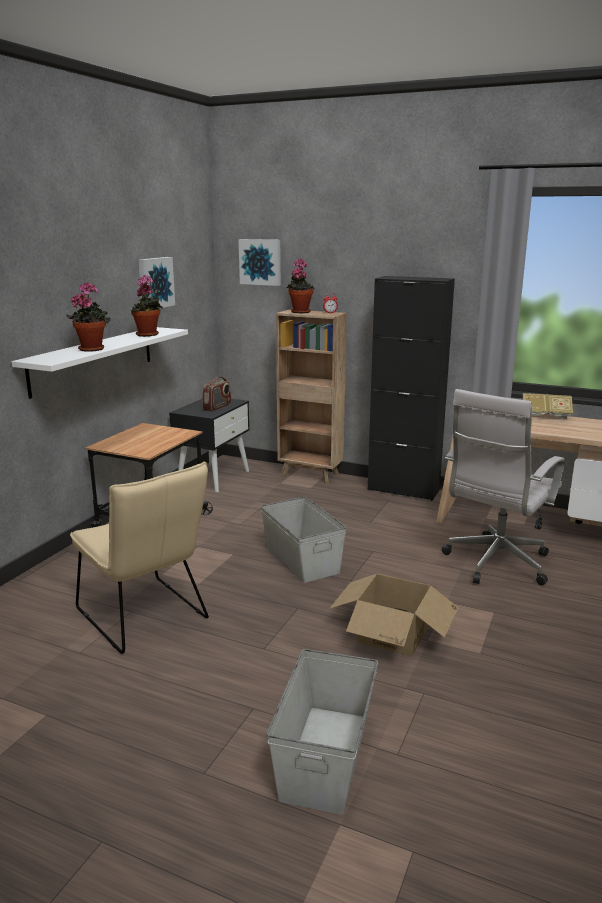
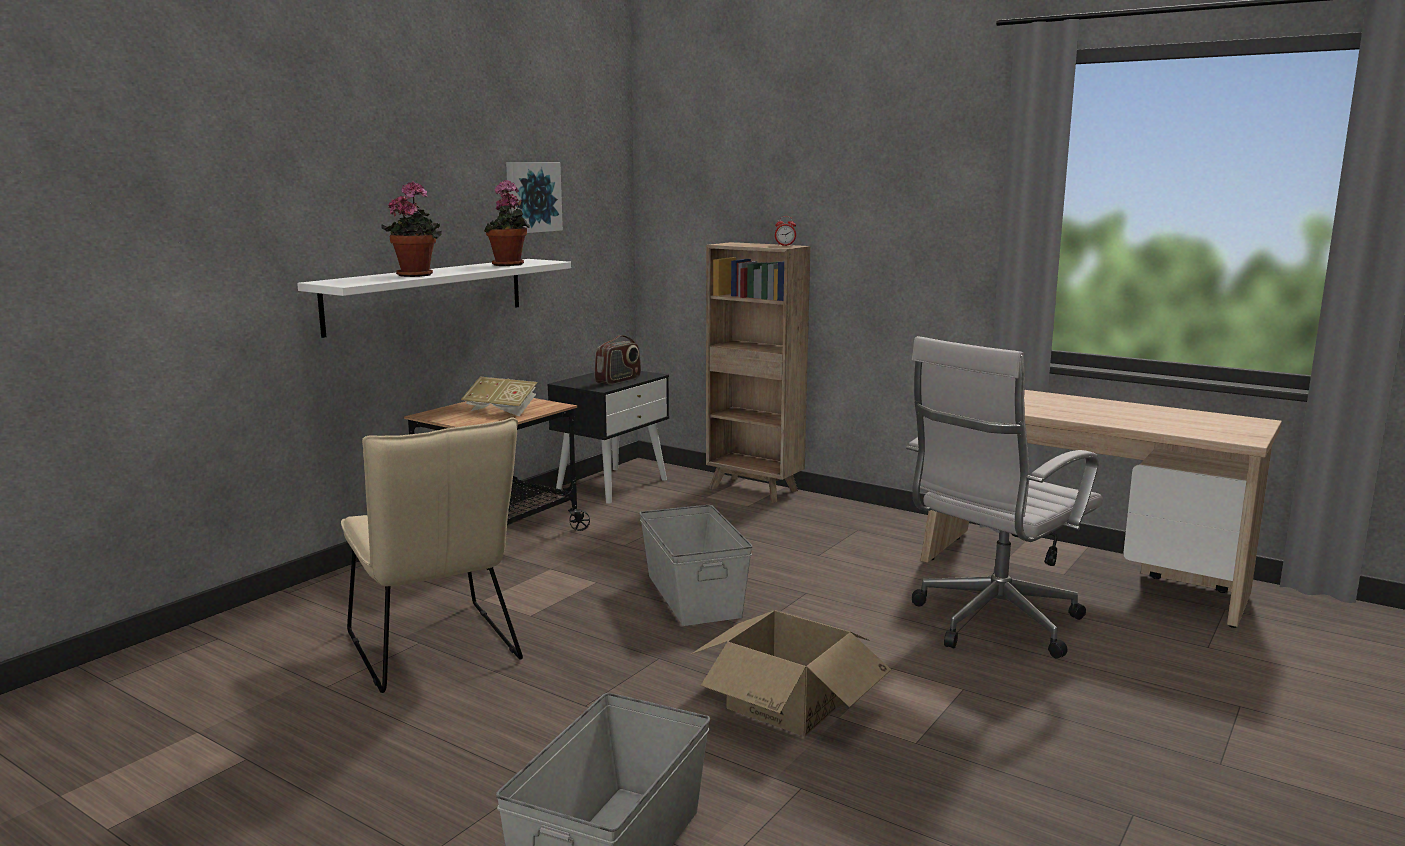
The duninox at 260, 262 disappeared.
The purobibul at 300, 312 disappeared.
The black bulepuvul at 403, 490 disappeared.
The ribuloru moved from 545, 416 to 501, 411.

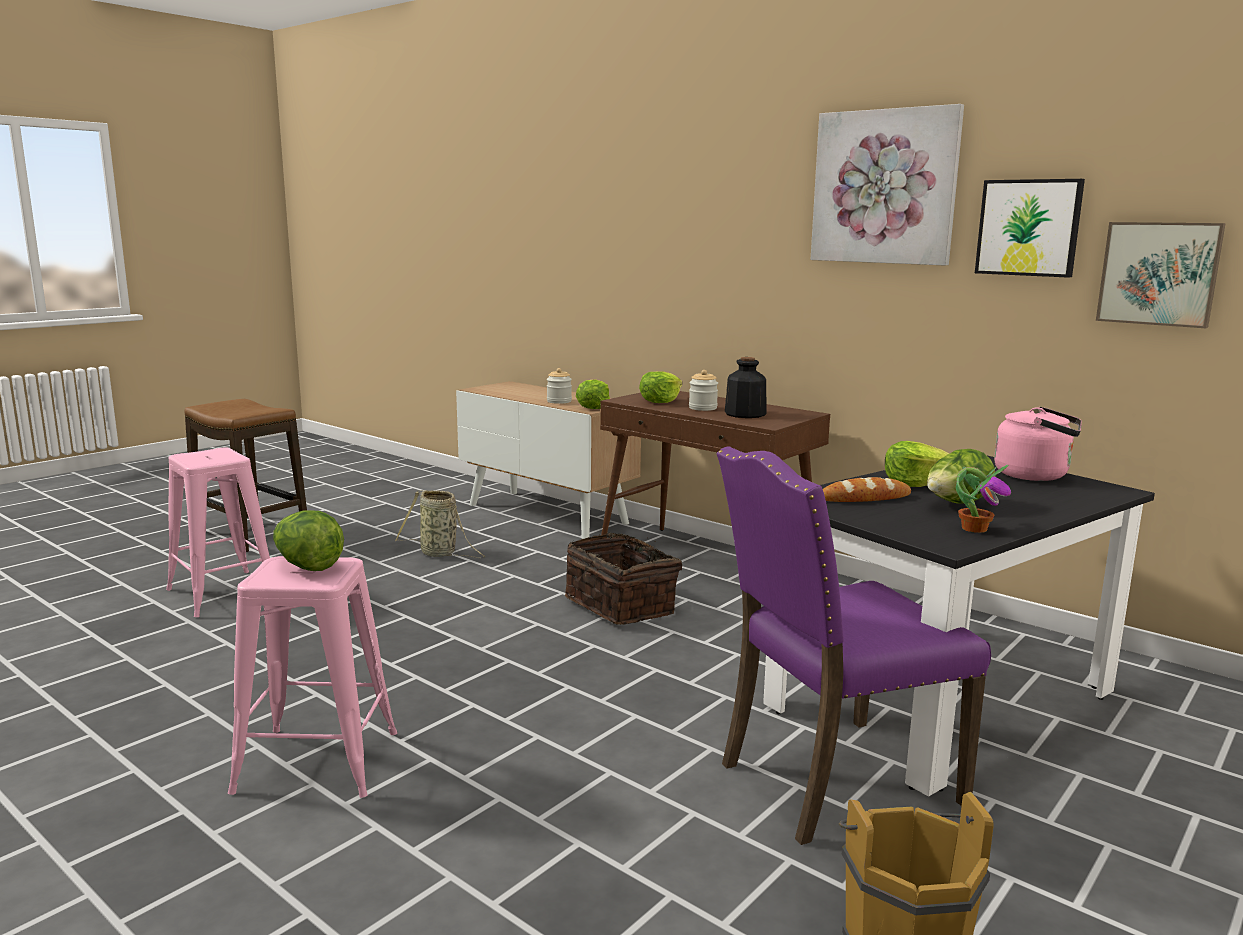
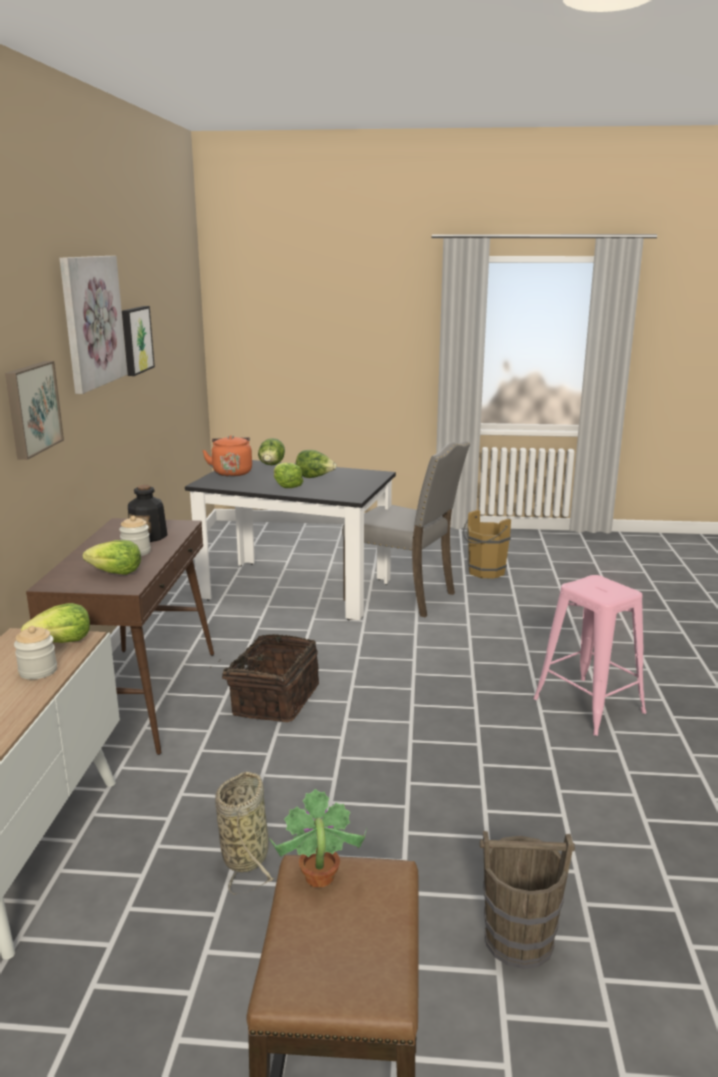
The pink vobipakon at 223, 593 was replaced by the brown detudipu at 518, 940.
The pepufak moved from 307, 566 to 271, 466.
The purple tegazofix at 833, 781 became the grey tegazofix at 403, 596.
The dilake at 864, 498 disappeared.
The purobibul moved from 974, 528 to 318, 877.
The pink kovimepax at 1036, 475 became the orange kovimepax at 232, 472.
The duninox moved from 1159, 273 to 31, 408.

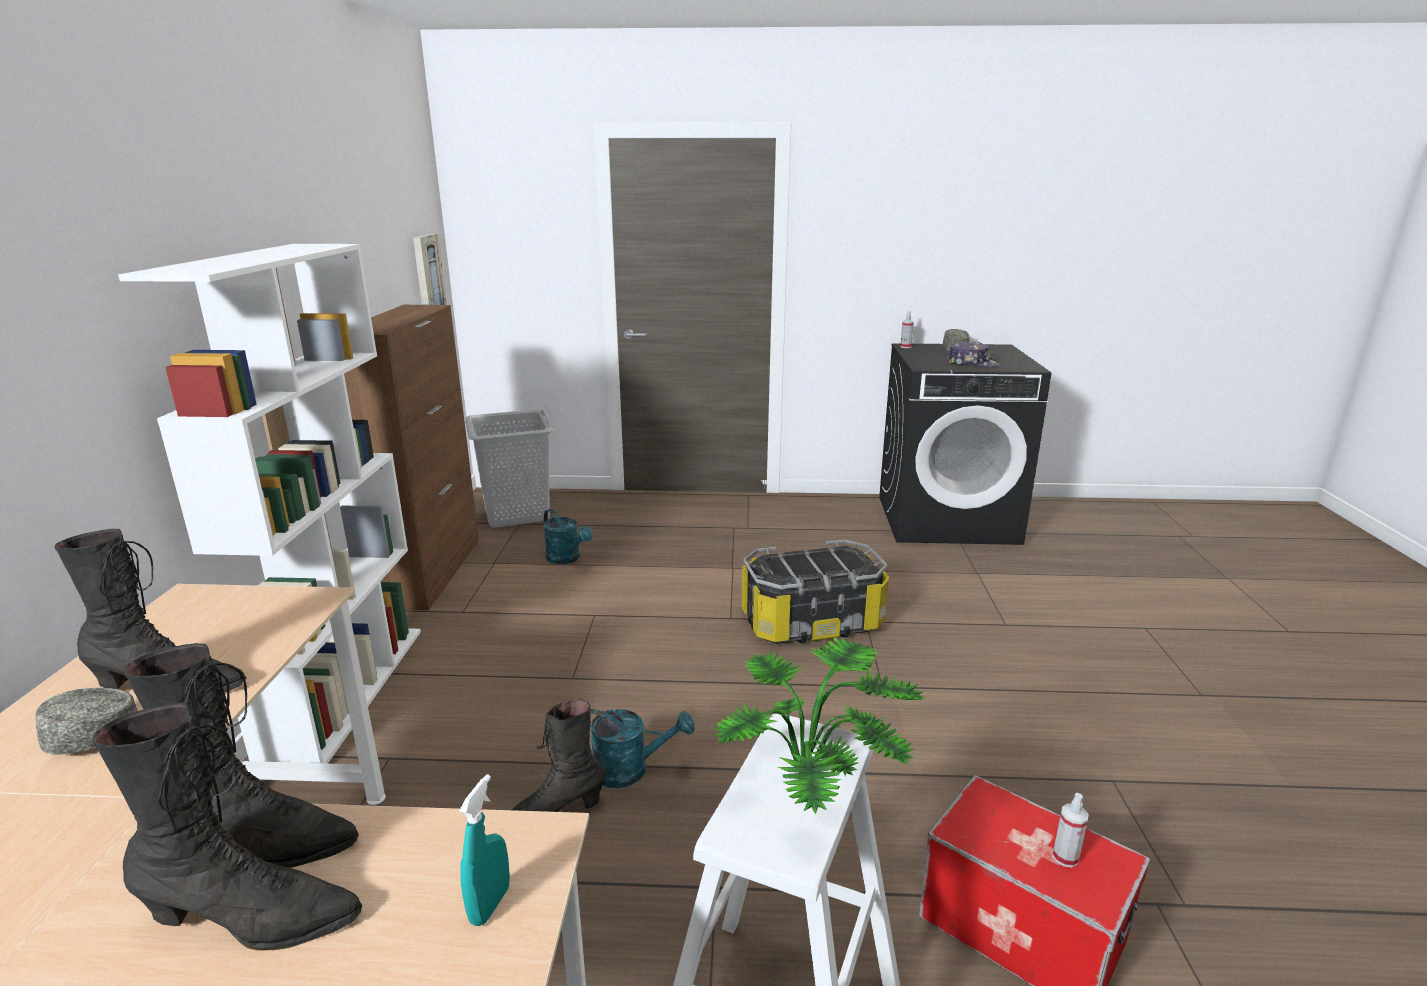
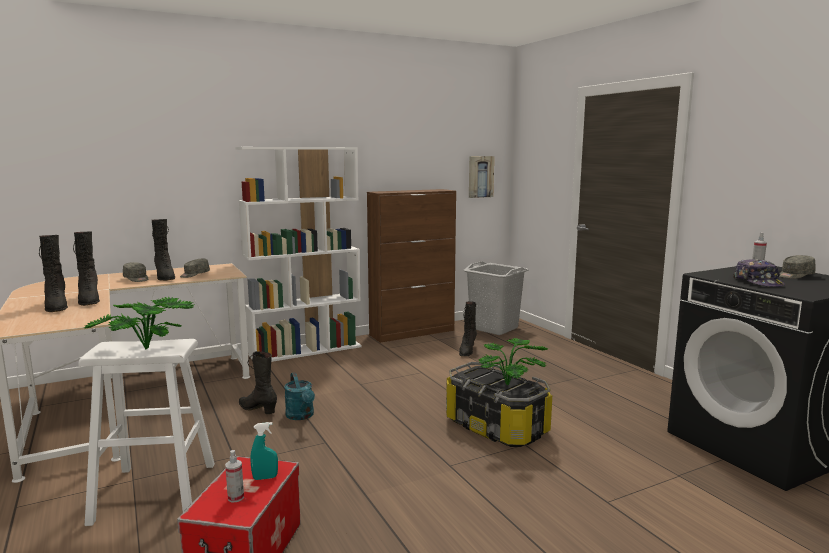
The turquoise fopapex moved from 490, 905 to 265, 478.
The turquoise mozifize at 567, 559 was replaced by the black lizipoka at 467, 351.
The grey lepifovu at 194, 275 appeared.
The purobibul at 512, 385 appeared.

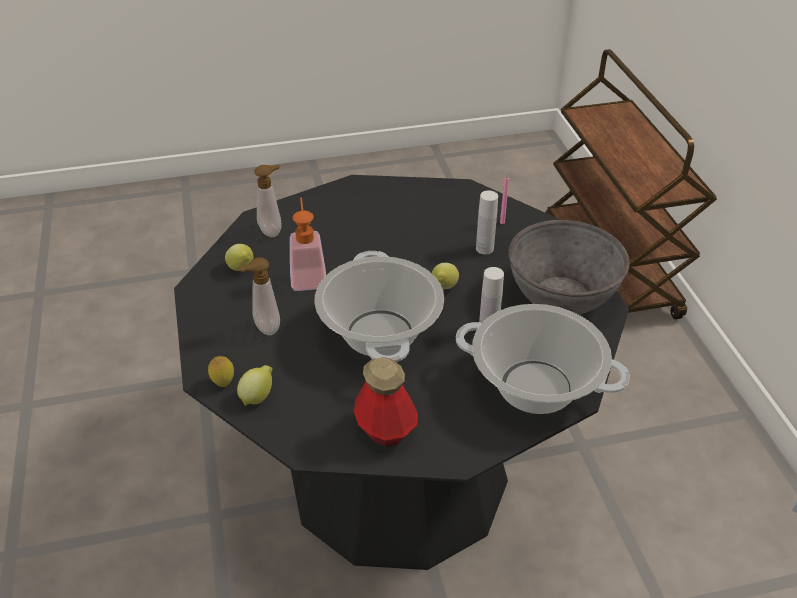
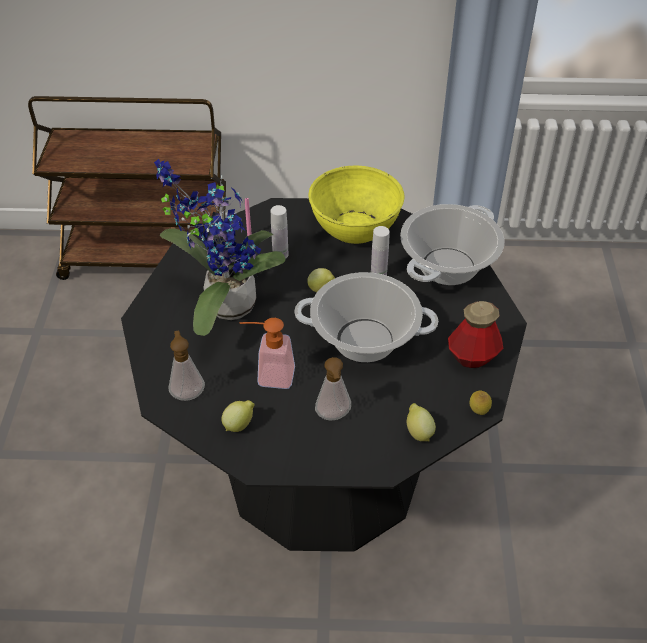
The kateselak moved from 223, 383 to 478, 412.
The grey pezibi at 562, 295 became the yellow pezibi at 355, 227.
The purobibul at 224, 304 appeared.

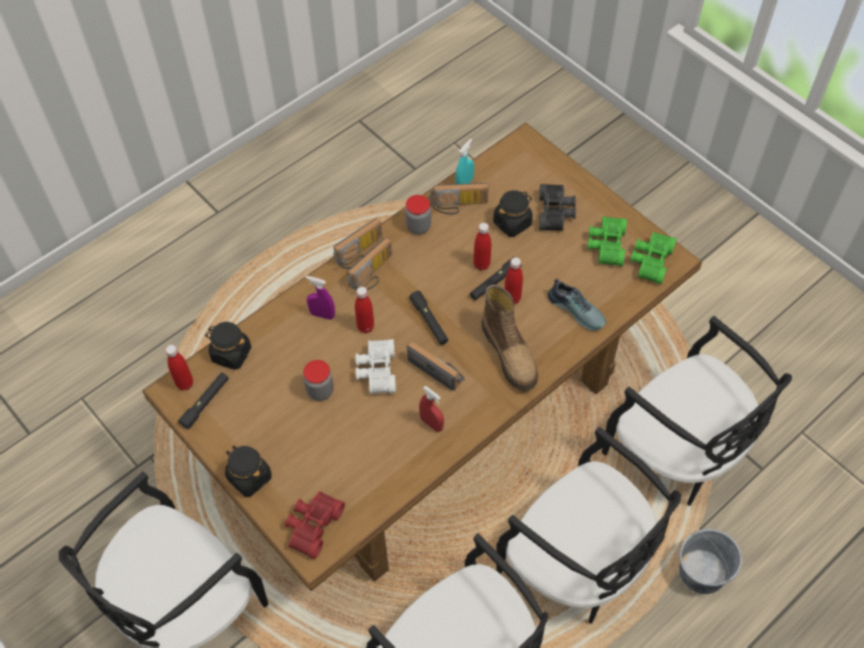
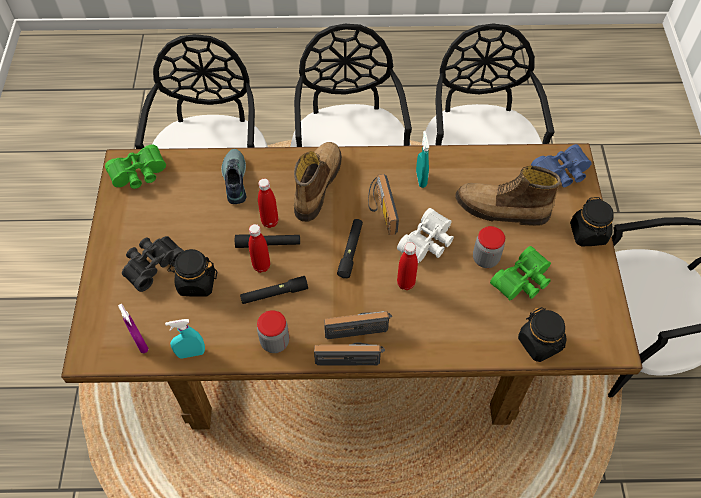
The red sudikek at 185, 383 disappeared.
The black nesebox moved from 205, 403 to 274, 294.
The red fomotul at 312, 525 became the blue fomotul at 562, 174.
The purple fopapex moved from 322, 315 to 140, 343.
The red fopapex at 431, 423 became the turquoise fopapex at 421, 179.
The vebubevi at 458, 206 disappeared.
The green fomotul moved from 605, 245 to 523, 281.
The grey detudipu at 702, 572 disappeared.
The lizipoka at 501, 210 appeared.

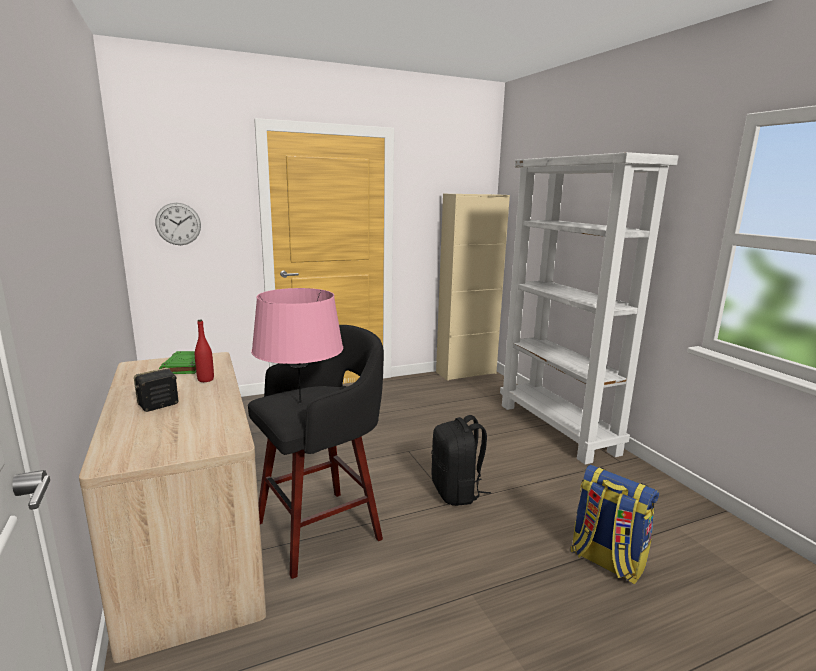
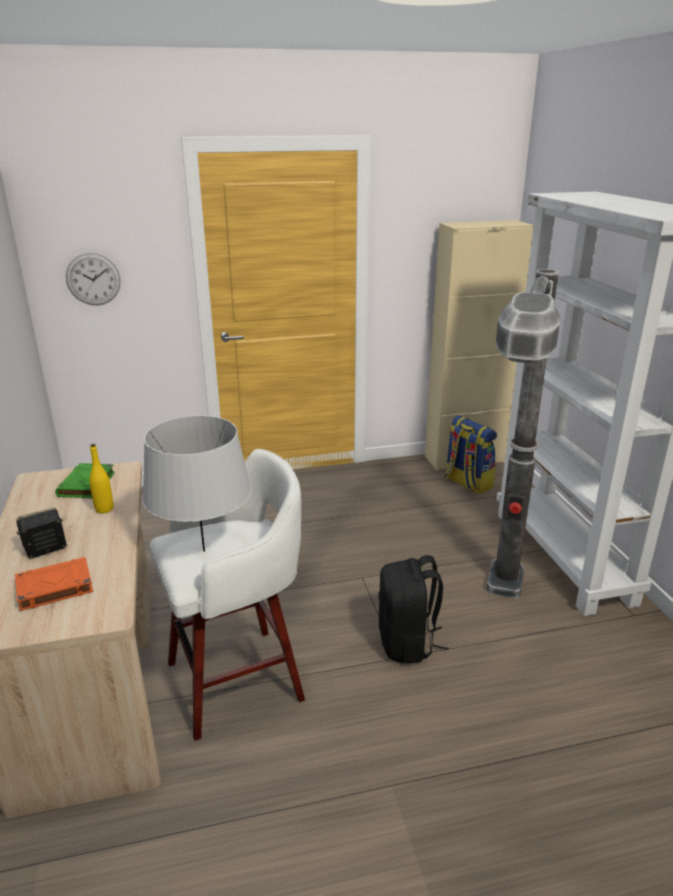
The red sudikek at 205, 379 became the yellow sudikek at 104, 509.
The black vobipakon at 322, 529 became the white vobipakon at 239, 679.
The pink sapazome at 300, 403 became the grey sapazome at 204, 550.
The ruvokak moved from 606, 561 to 467, 483.
The orange ribuloru at 54, 588 appeared.
The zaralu at 491, 665 appeared.

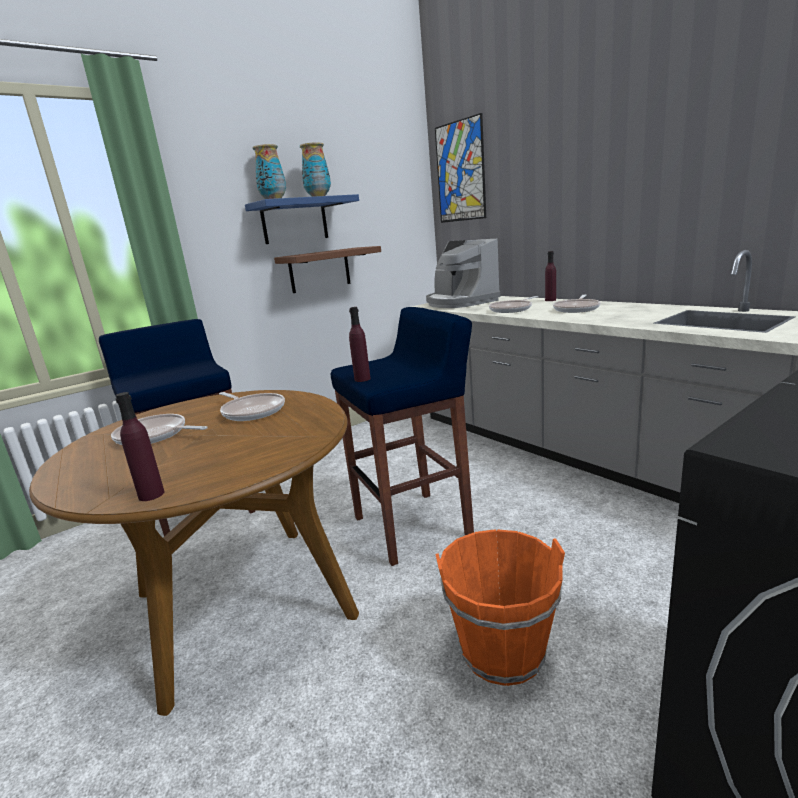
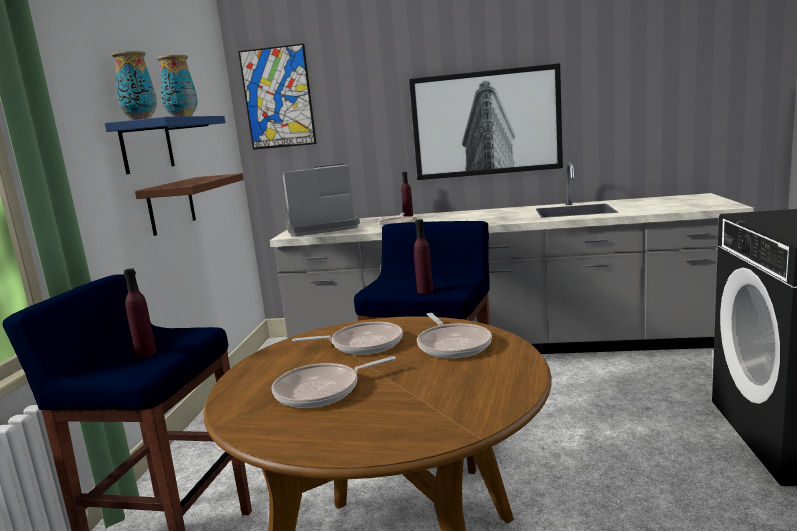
The purple sudikek moved from 151, 495 to 146, 354.
The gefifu at 460, 302 turned 150 degrees clockwise.
The orange detudipu at 502, 651 disappeared.
The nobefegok moved from 577, 309 to 453, 345.
The duninox at 486, 123 appeared.

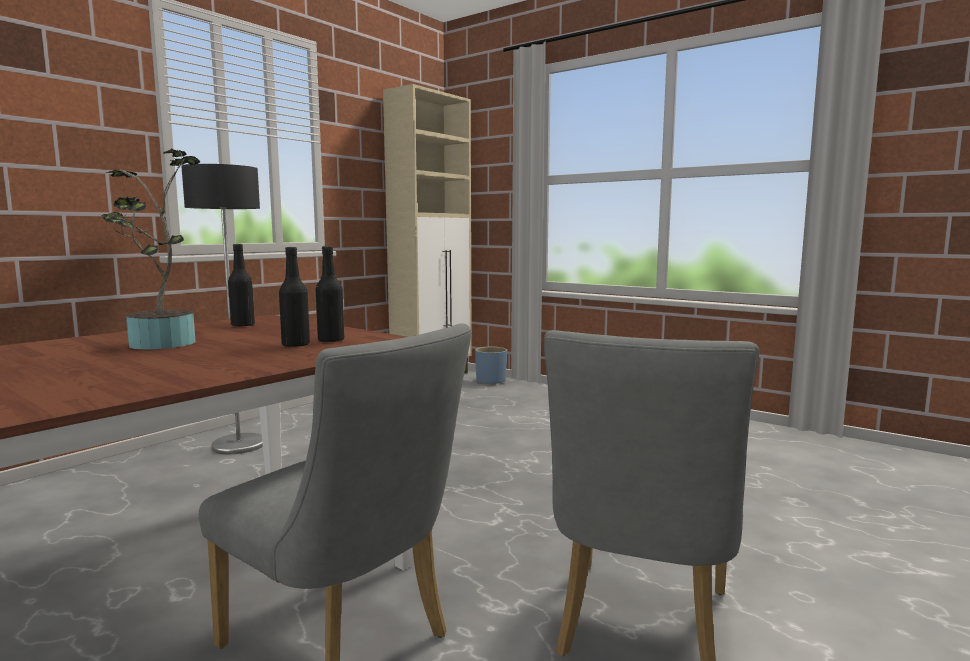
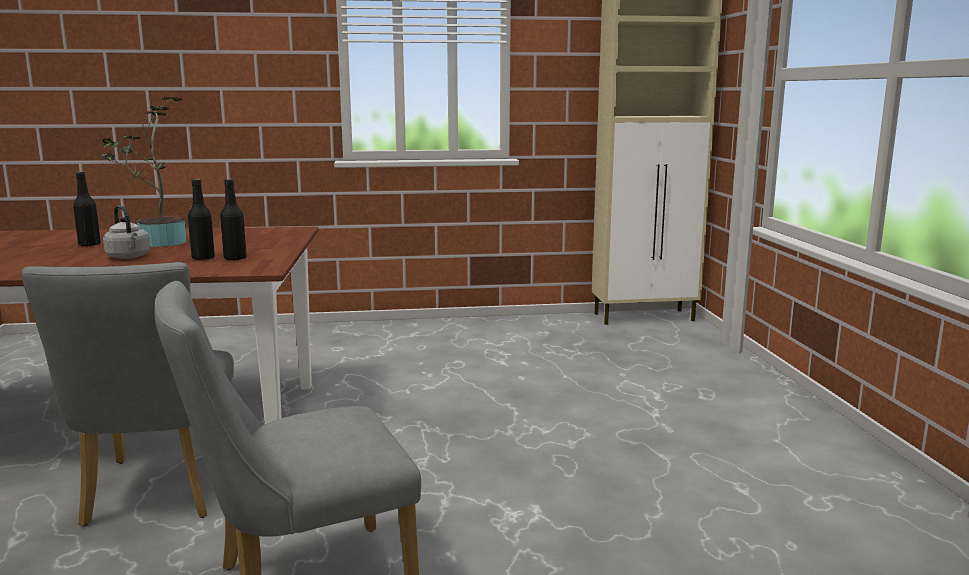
The zaralu at 238, 445 disappeared.
The black sudikek moved from 243, 325 to 89, 245.
The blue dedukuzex at 490, 381 disappeared.
The grey kovimepax at 129, 257 appeared.

